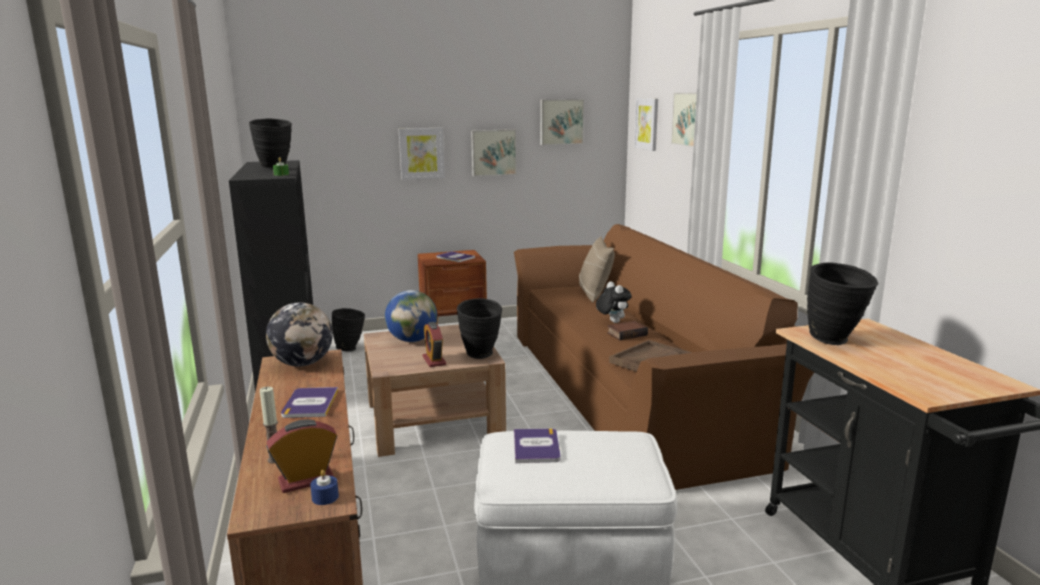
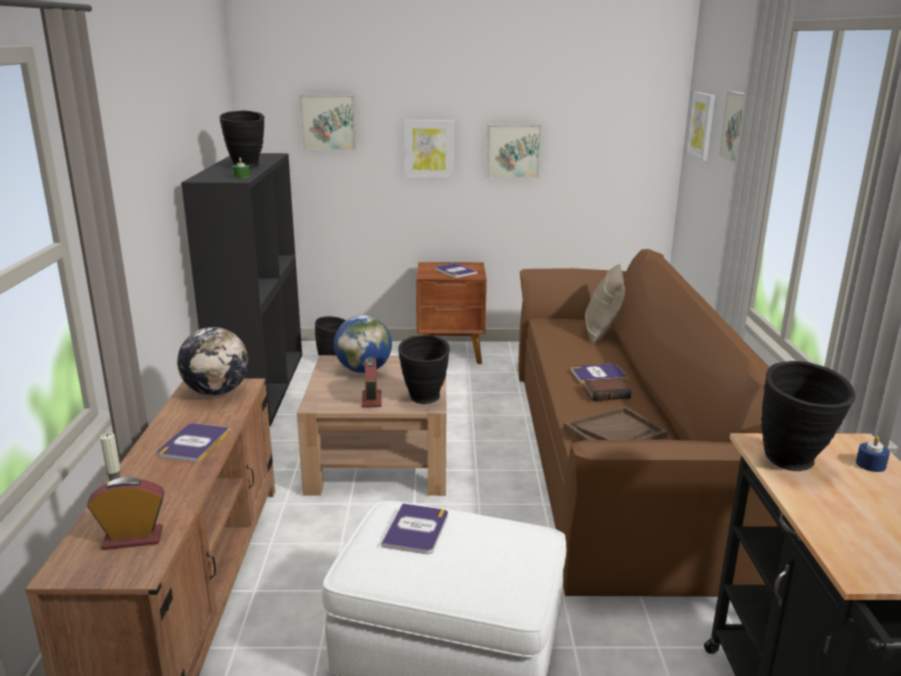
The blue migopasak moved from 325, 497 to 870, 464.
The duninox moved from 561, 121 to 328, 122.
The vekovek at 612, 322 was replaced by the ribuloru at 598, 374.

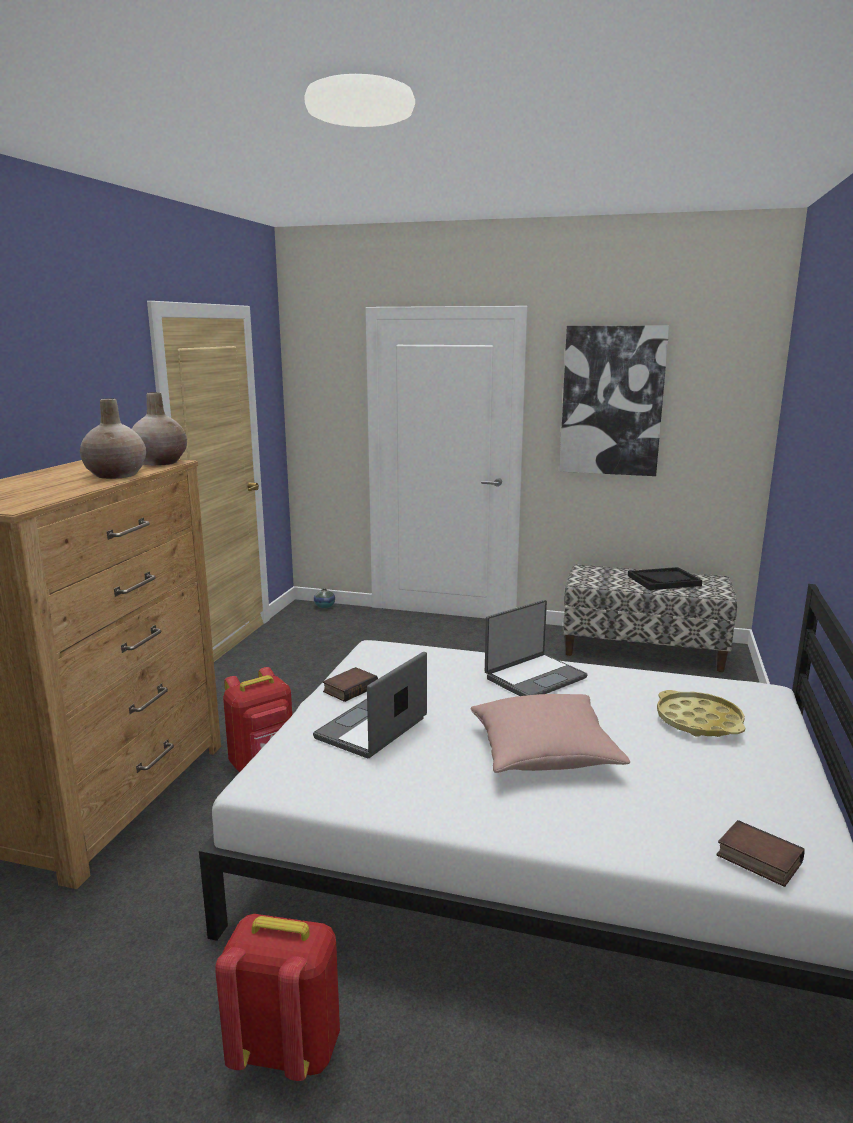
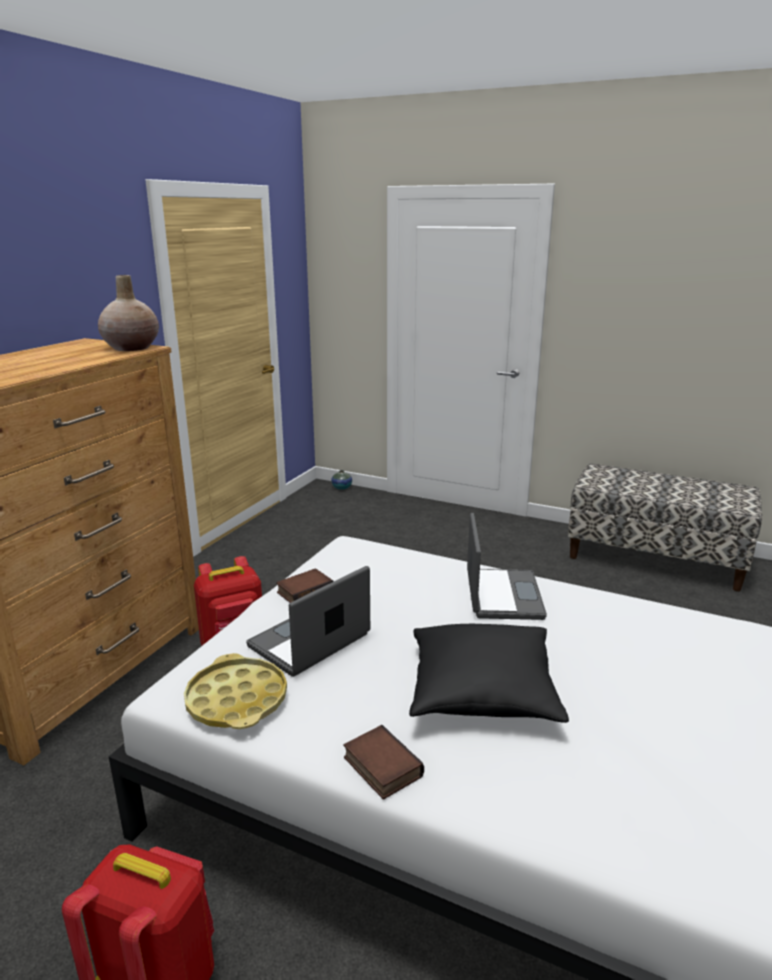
The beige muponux at 116, 475 disappeared.
The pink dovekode at 544, 753 became the black dovekode at 482, 691.
The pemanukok at 534, 677 turned 60 degrees counterclockwise.
The duninox at 612, 401 disappeared.
The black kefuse at 664, 580 disappeared.
The yellow kefuse moved from 698, 721 to 237, 700.
The ribuloru moved from 756, 859 to 380, 767.

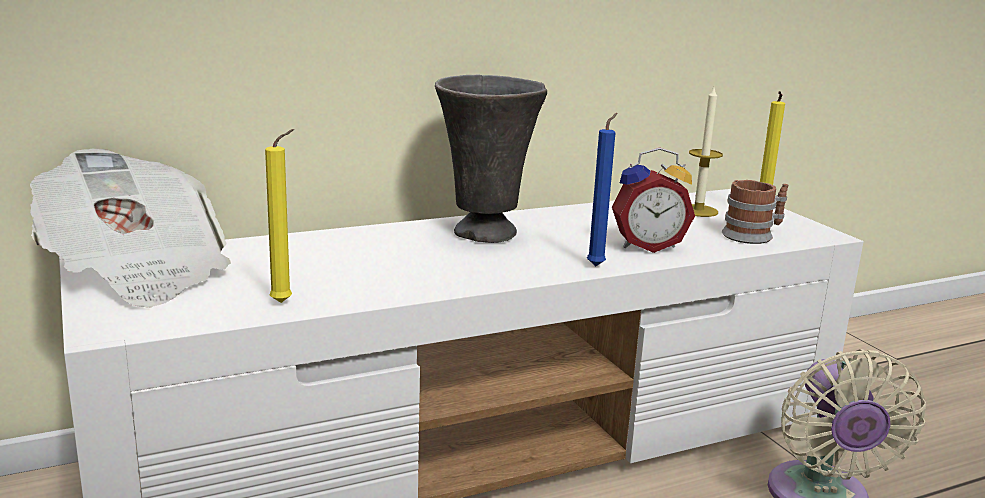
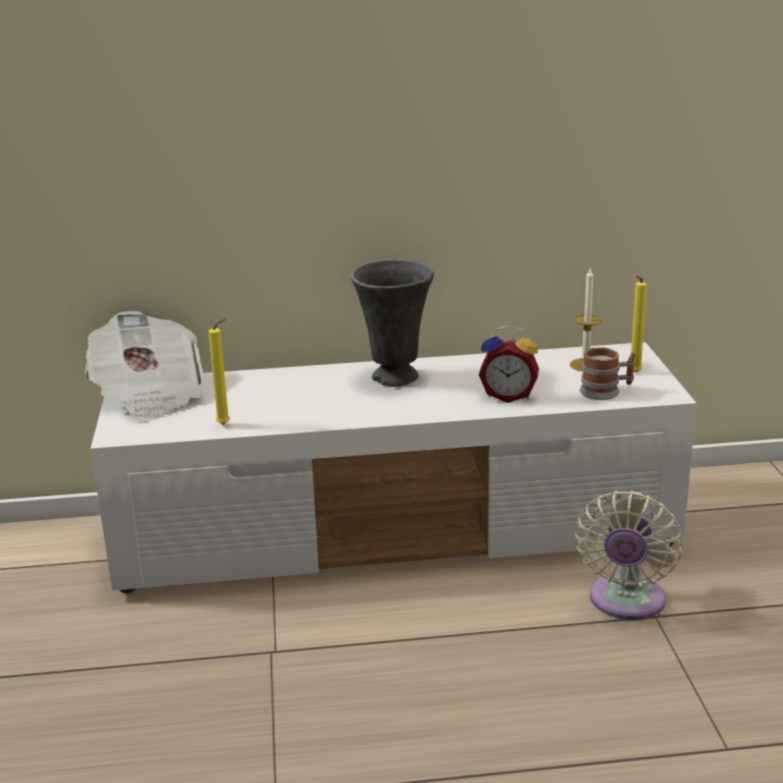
The blue migopasak at 597, 265 disappeared.

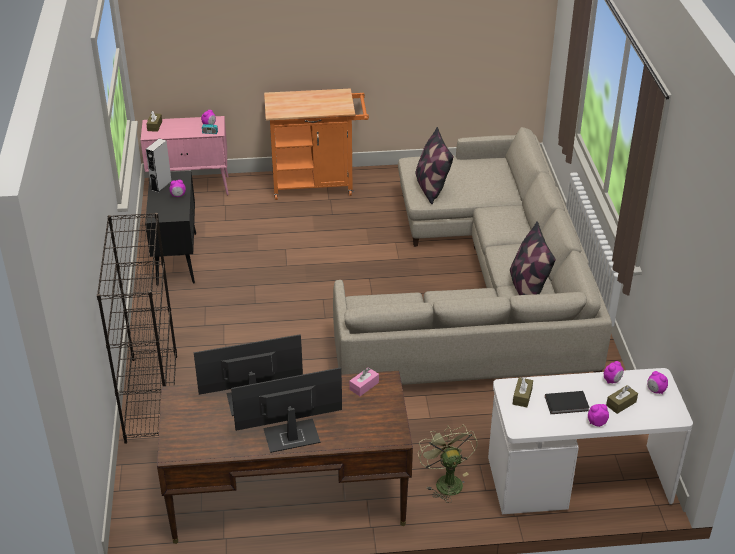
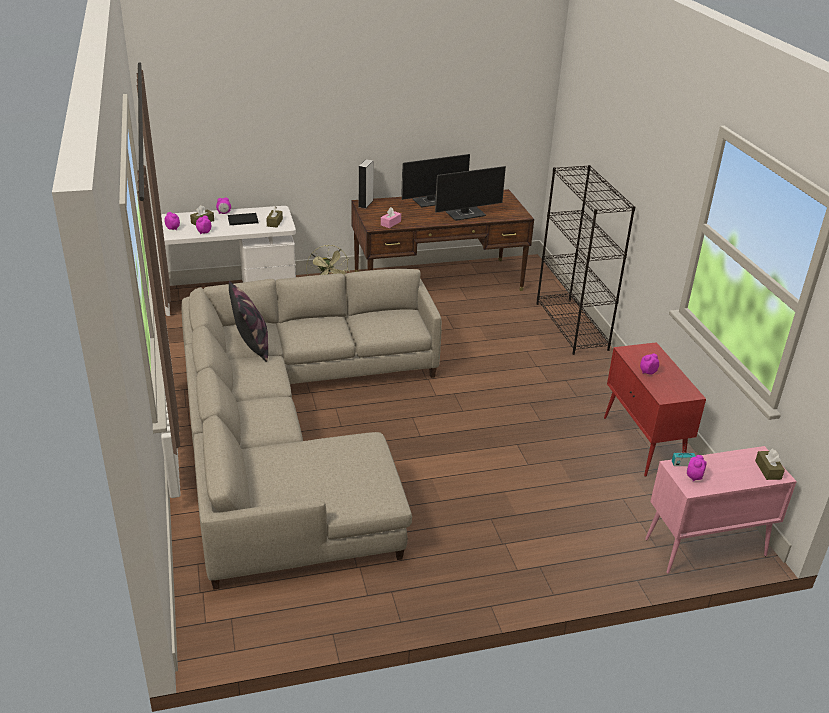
The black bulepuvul at 176, 258 became the red bulepuvul at 643, 444.
The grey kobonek moved from 161, 185 to 365, 203.
The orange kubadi at 318, 184 disappeared.
The dovekode at 431, 188 disappeared.

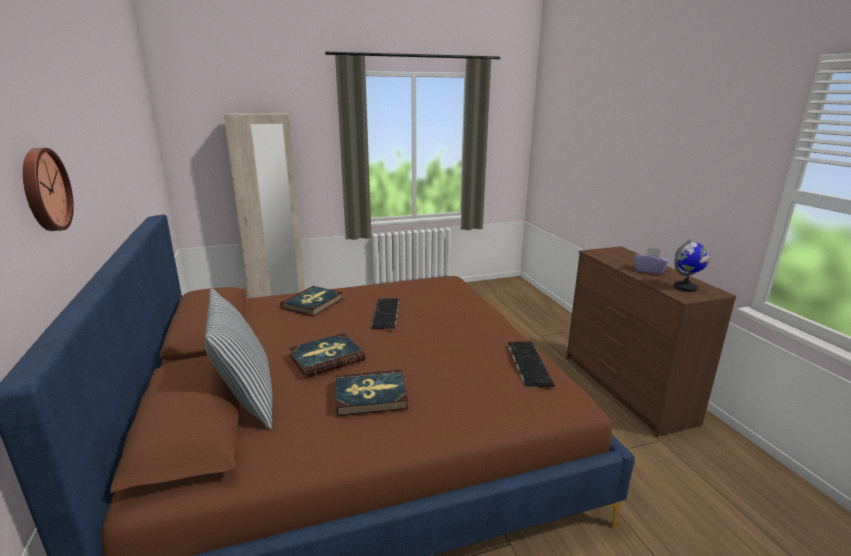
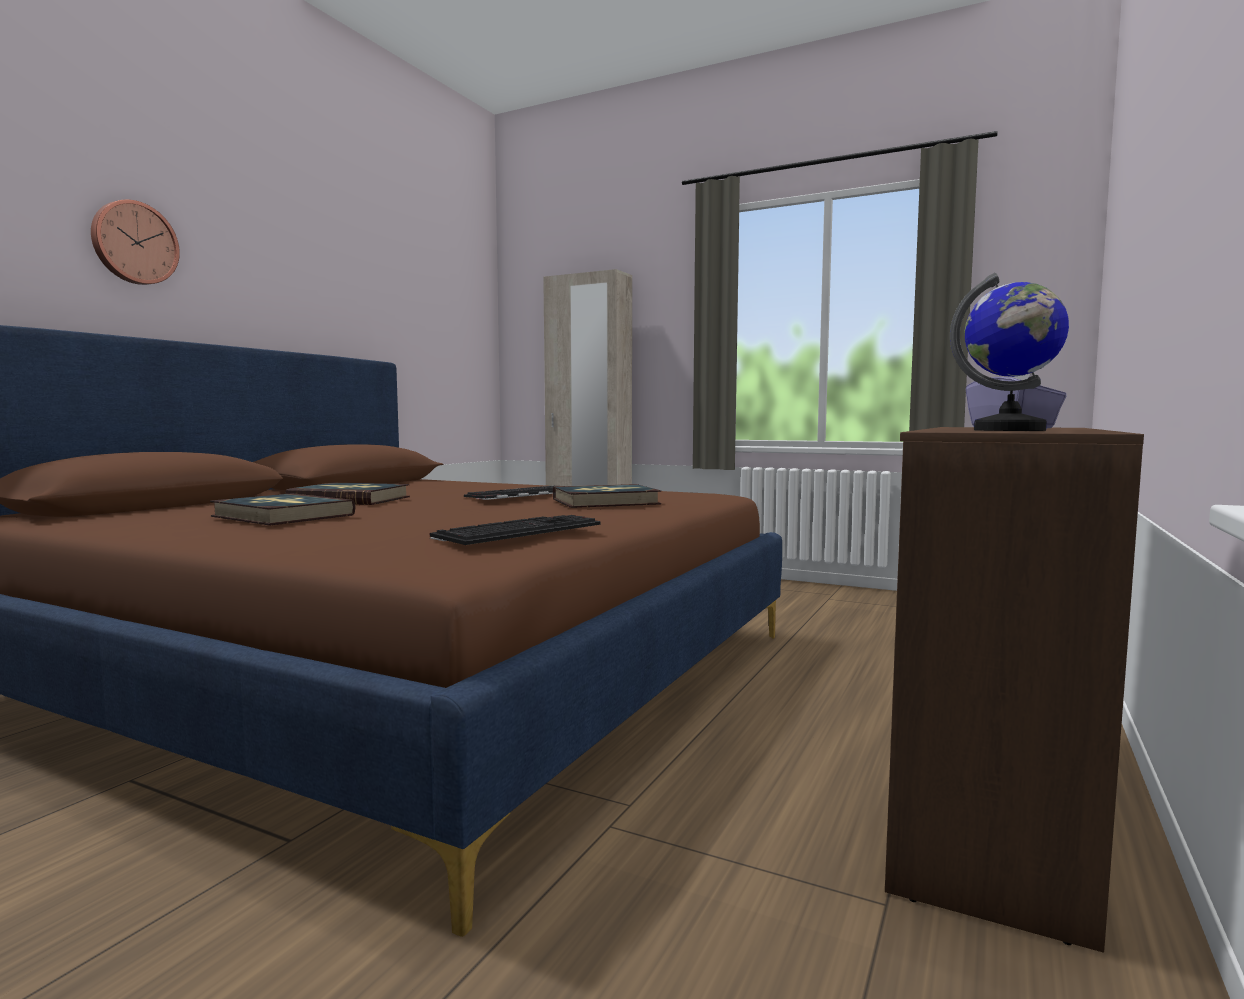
The dovekode at 246, 400 disappeared.
The ribuloru moved from 313, 303 to 605, 502.

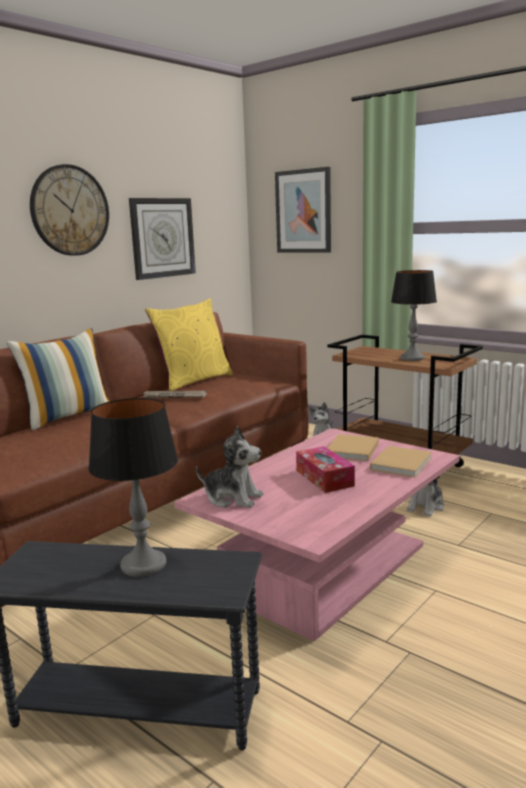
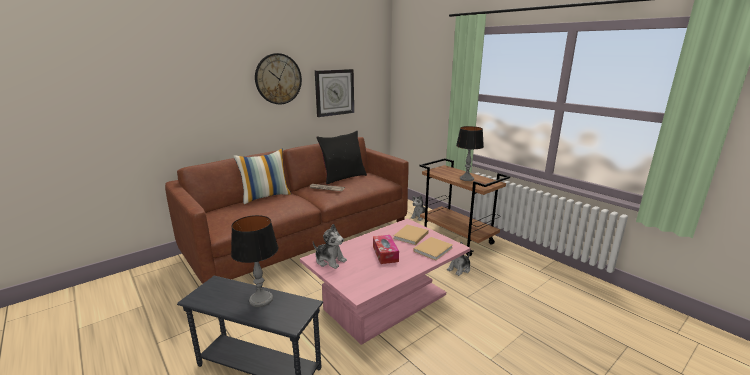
The yellow dovekode at 193, 381 became the black dovekode at 343, 177.
The duninox at 303, 211 disappeared.

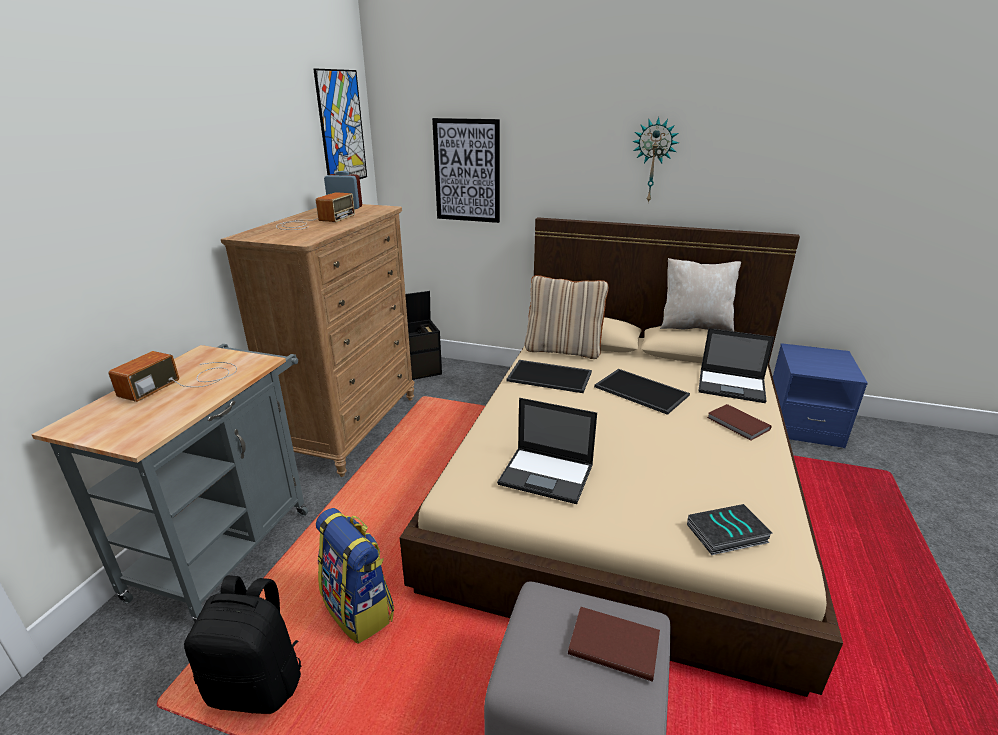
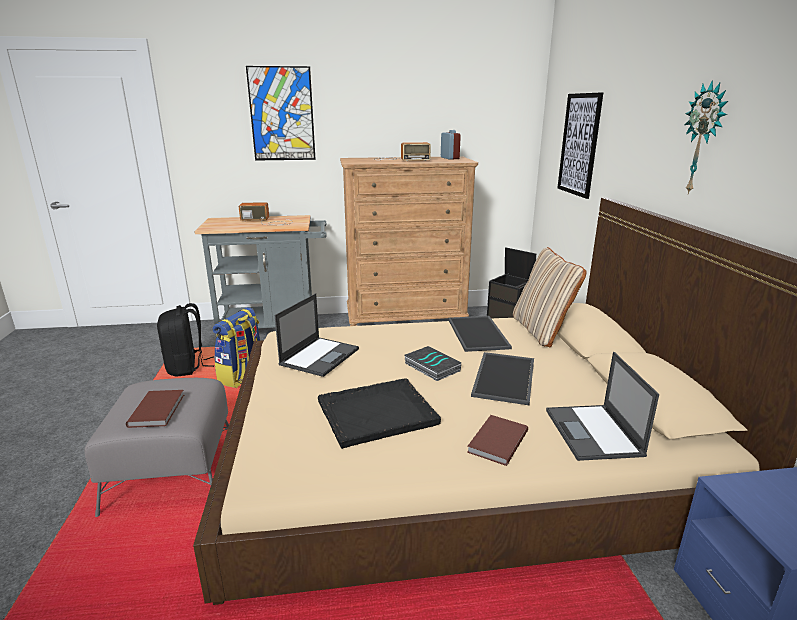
The duninox moved from 342, 128 to 282, 114.
The pemanukok at 547, 475 turned 150 degrees counterclockwise.
The beige dovekode at 695, 326 disappeared.
The ribuloru moved from 727, 534 to 431, 367.
The black kefuse at 376, 413 appeared.

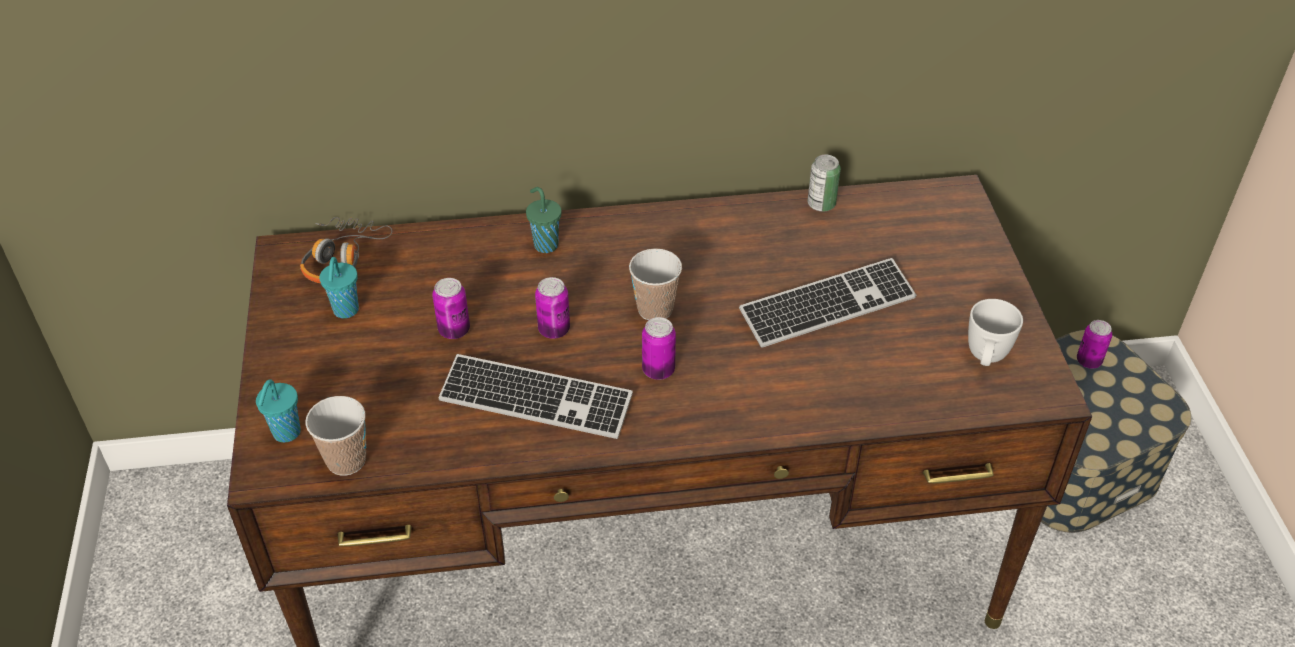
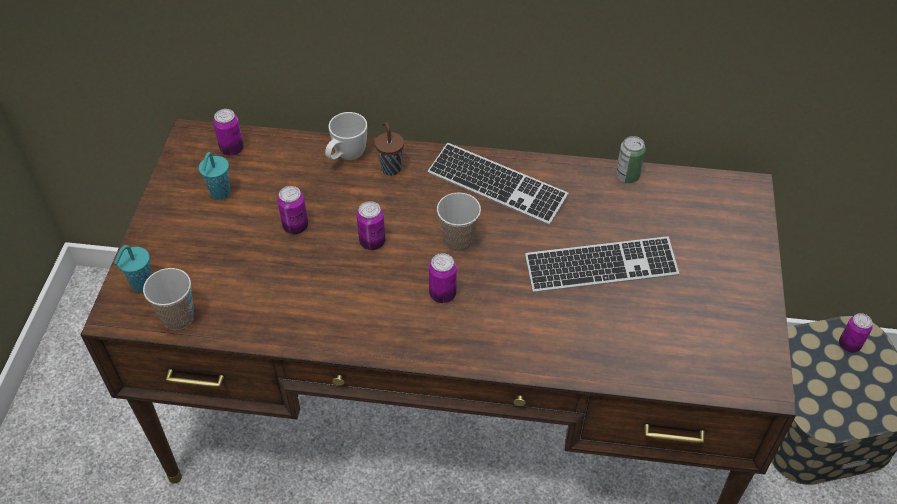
The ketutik at 342, 258 was replaced by the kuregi at 232, 149.
The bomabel moved from 535, 400 to 496, 186.
The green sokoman at 545, 244 became the brown sokoman at 390, 168.
The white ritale moved from 985, 359 to 346, 157.

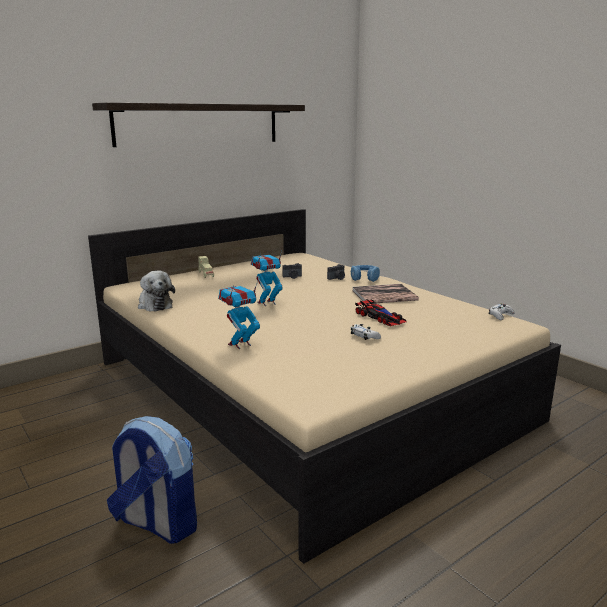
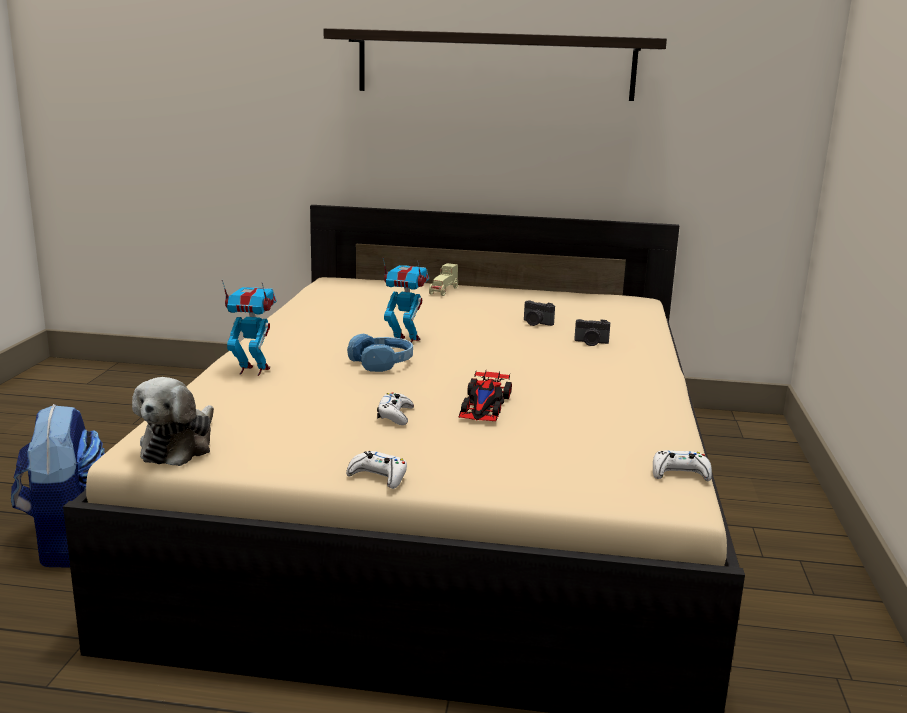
The vekovek moved from 154, 305 to 179, 446.
The blue ketutik moved from 365, 278 to 382, 363.
The ribuloru at 384, 295 disappeared.
The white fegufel at 378, 476 appeared.

